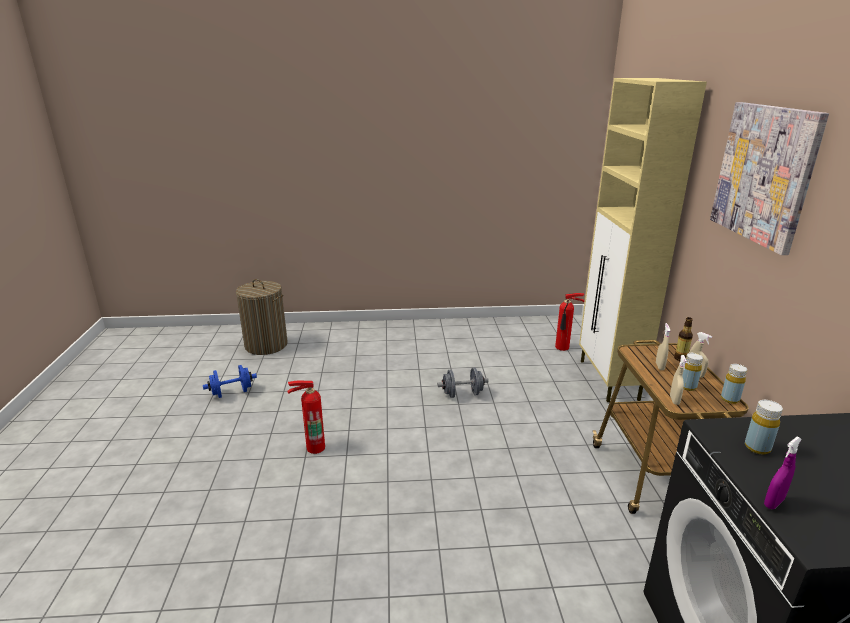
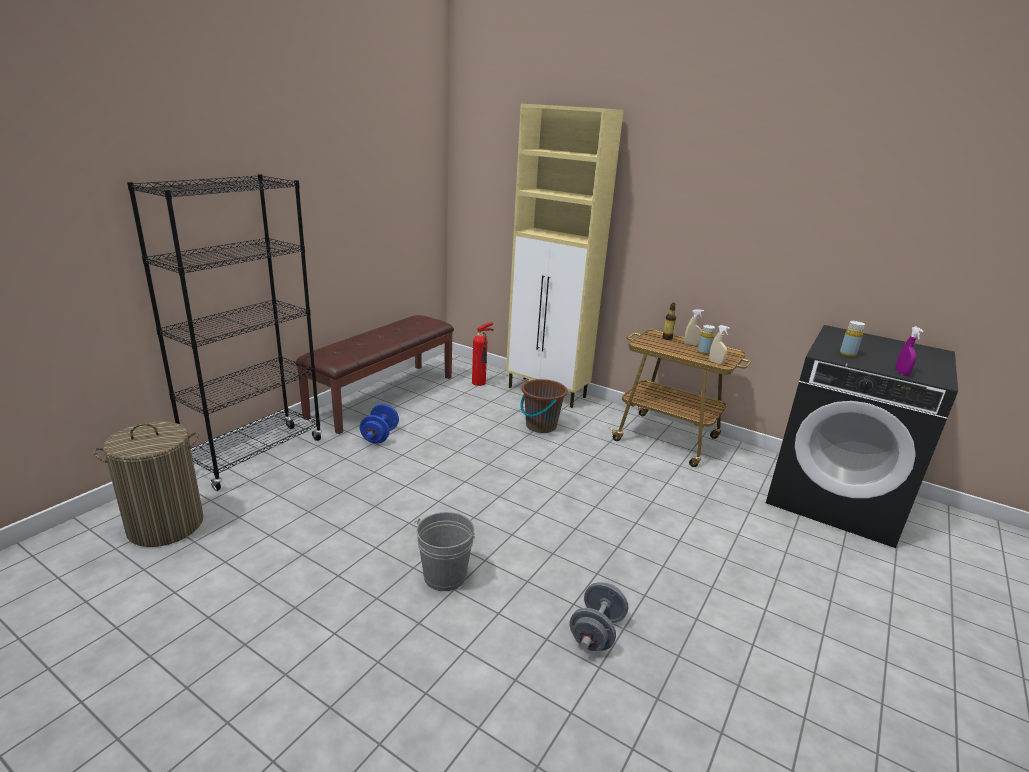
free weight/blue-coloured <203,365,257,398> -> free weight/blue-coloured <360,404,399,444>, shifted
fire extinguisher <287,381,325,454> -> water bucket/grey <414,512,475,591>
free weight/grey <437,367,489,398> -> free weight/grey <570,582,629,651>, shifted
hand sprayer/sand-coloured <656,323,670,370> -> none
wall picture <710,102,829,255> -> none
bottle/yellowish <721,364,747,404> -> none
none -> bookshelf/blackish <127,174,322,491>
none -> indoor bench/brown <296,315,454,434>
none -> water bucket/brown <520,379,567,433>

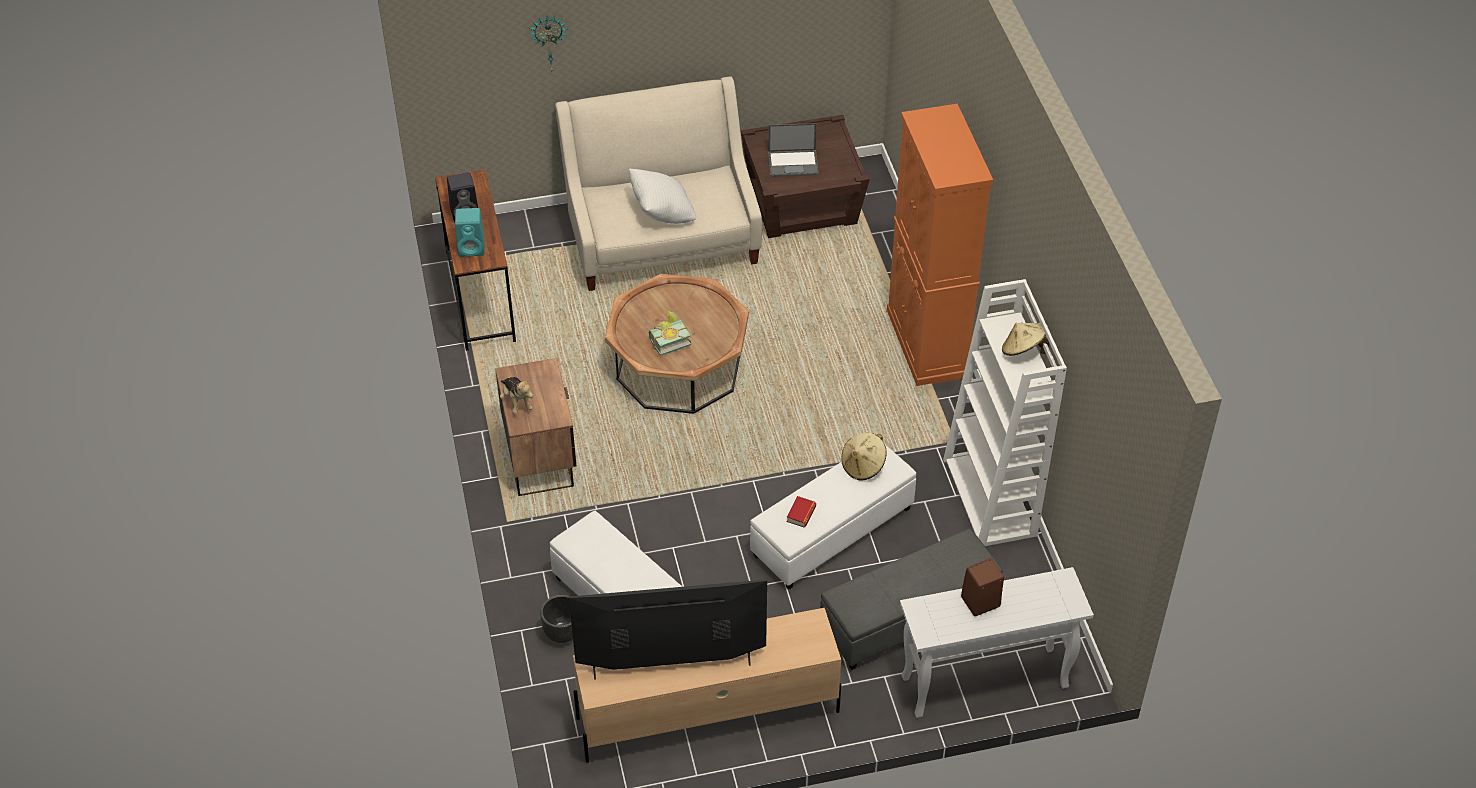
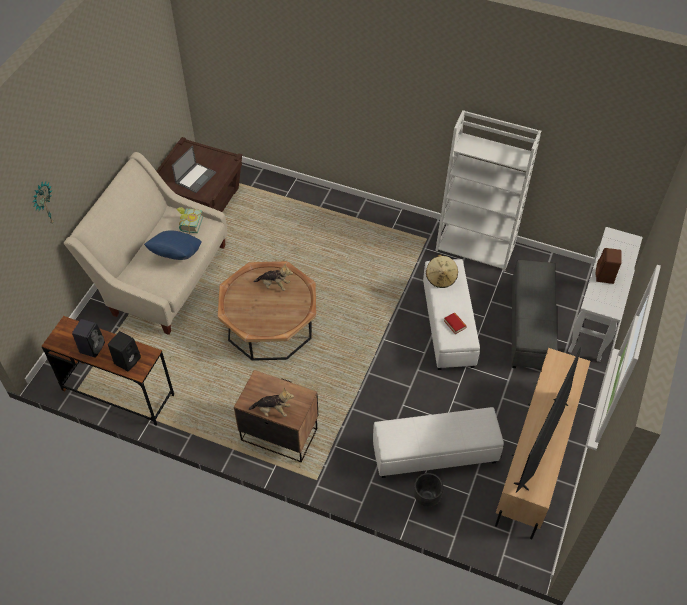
audio speaker/turquoise-coloured <455,208,485,257> -> audio speaker/blackish <108,331,141,371>
throw pillow/whitish <629,168,697,224> -> throw pillow/blue-coloured <144,230,202,260>
bound book <649,311,691,356> -> bound book <177,207,203,234>, shifted
cupboard/orangey <887,104,993,386> -> none
clothing hat/sand-coloured <1002,322,1050,356> -> none
none -> soft toy <254,264,293,291>

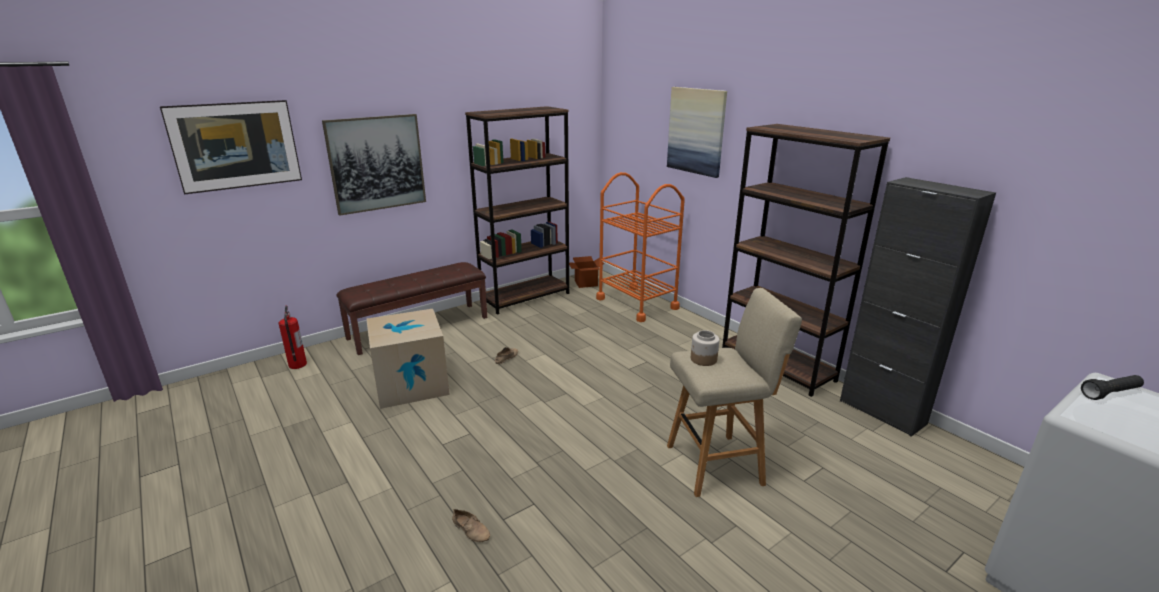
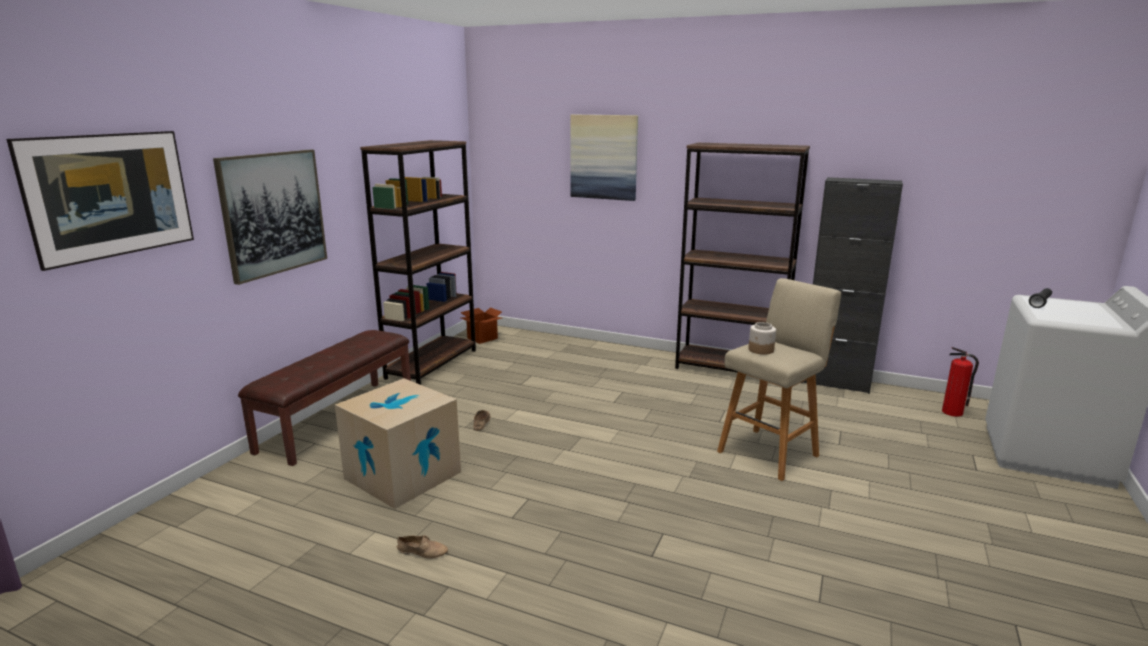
fire extinguisher <279,306,307,369> -> fire extinguisher <942,347,979,417>, shifted
item of footwear/sand-coloured <452,509,490,542> -> item of footwear/sand-coloured <396,535,448,559>, shifted
trolley/orangey <596,172,685,322> -> none

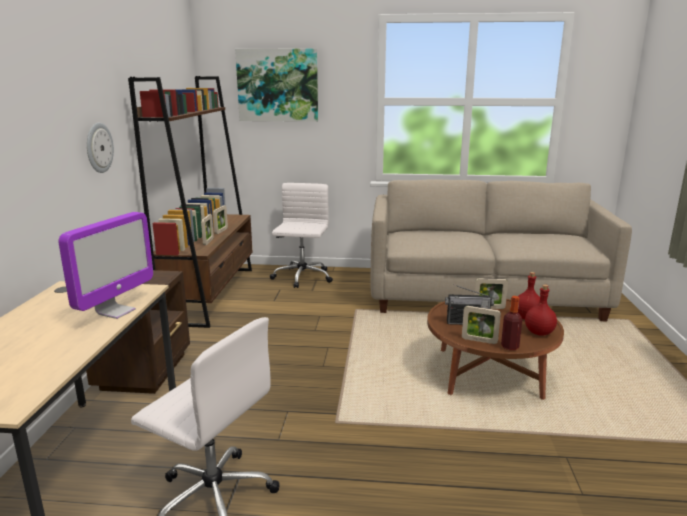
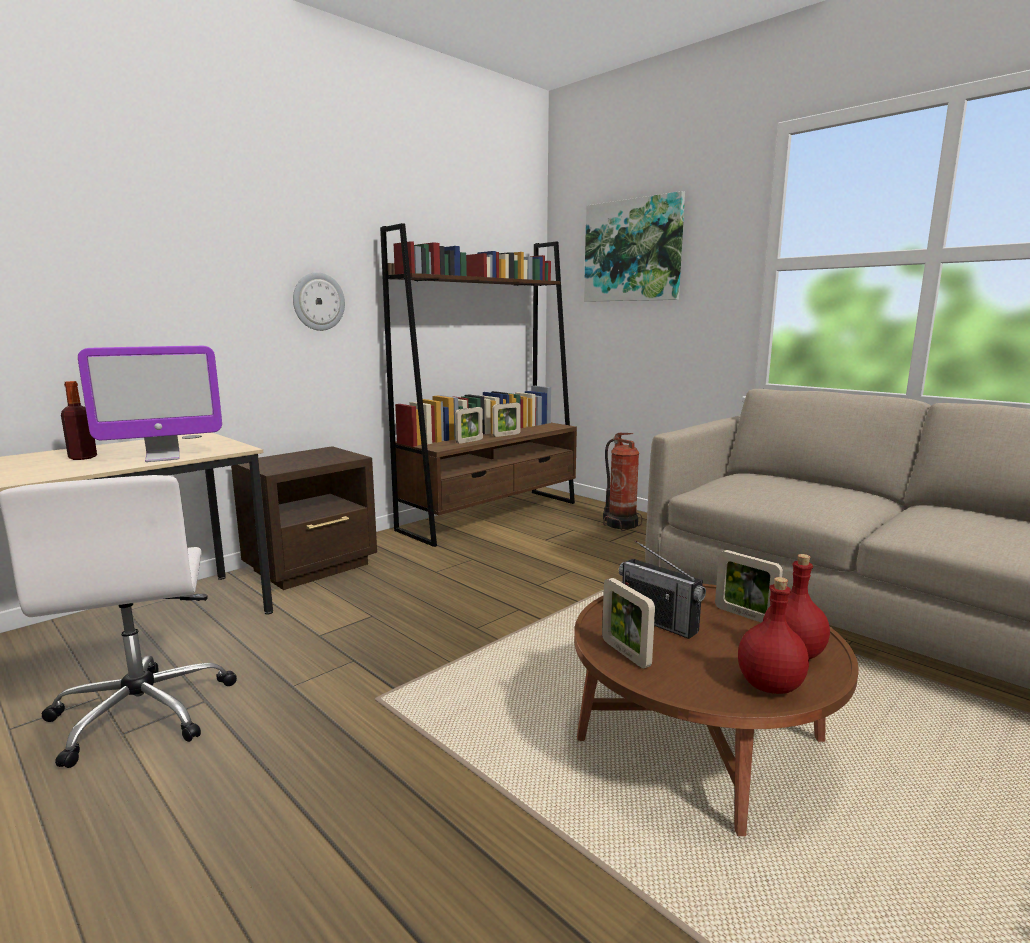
desk chair/whitish <270,183,333,288> -> fire extinguisher <603,433,642,531>
bottle <501,296,522,350> -> bottle <61,381,97,460>, shifted

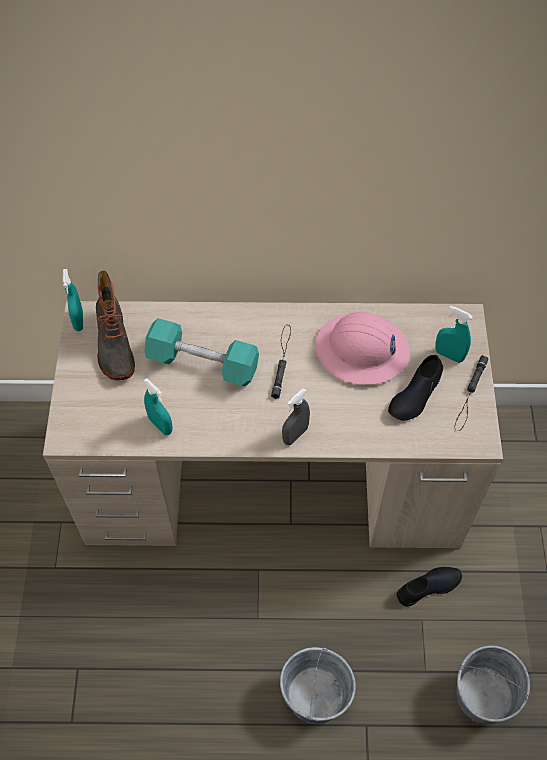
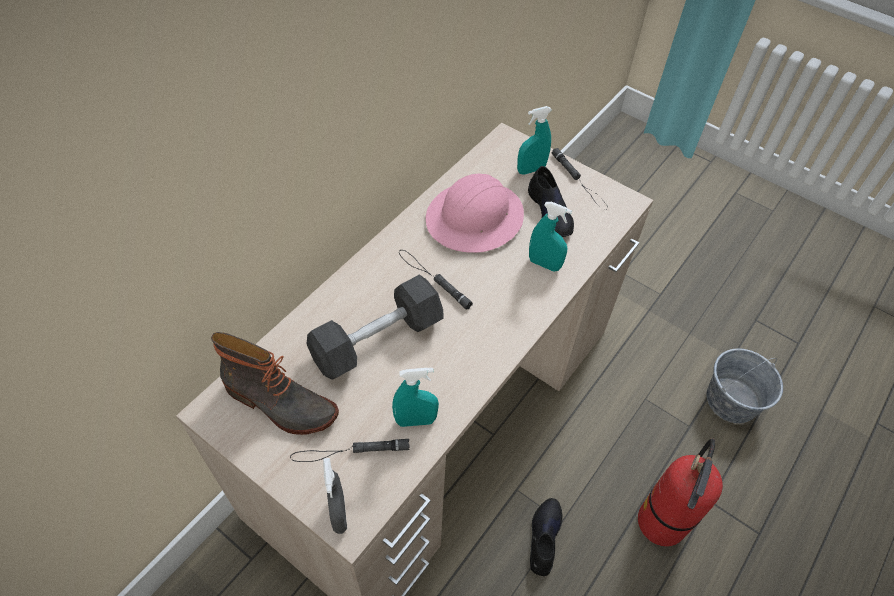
hand sprayer/turquoise-coloured <63,269,83,331> -> hand sprayer/turquoise-coloured <529,202,572,272>, shifted
free weight/turquoise-coloured <144,318,259,386> -> free weight/grey <306,274,444,380>
water bucket/grey <280,647,356,724> -> fire extinguisher <638,438,723,547>
hand sprayer/grey <282,388,310,445> -> hand sprayer/grey <323,458,347,534>, shifted
item of footwear/blackish <397,567,462,606> -> item of footwear/blackish <530,498,563,576>, shifted
none -> hand torch/blackish <290,439,410,462>

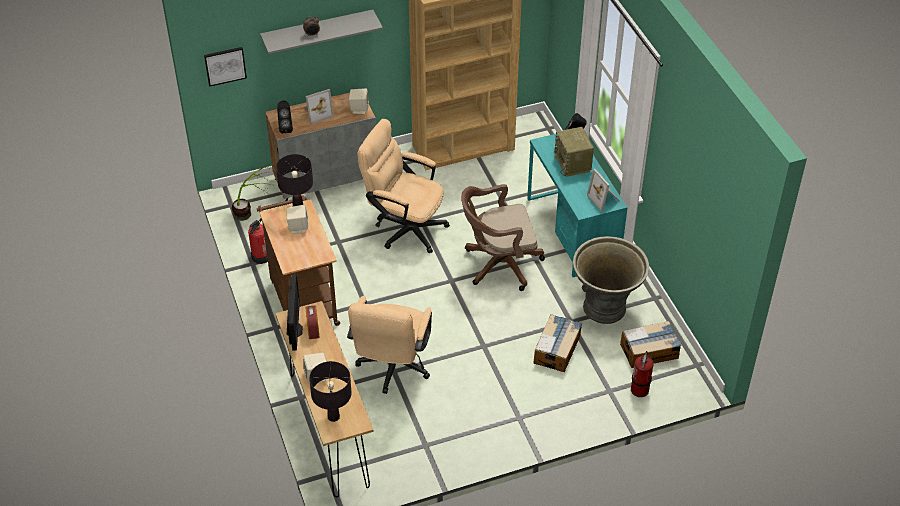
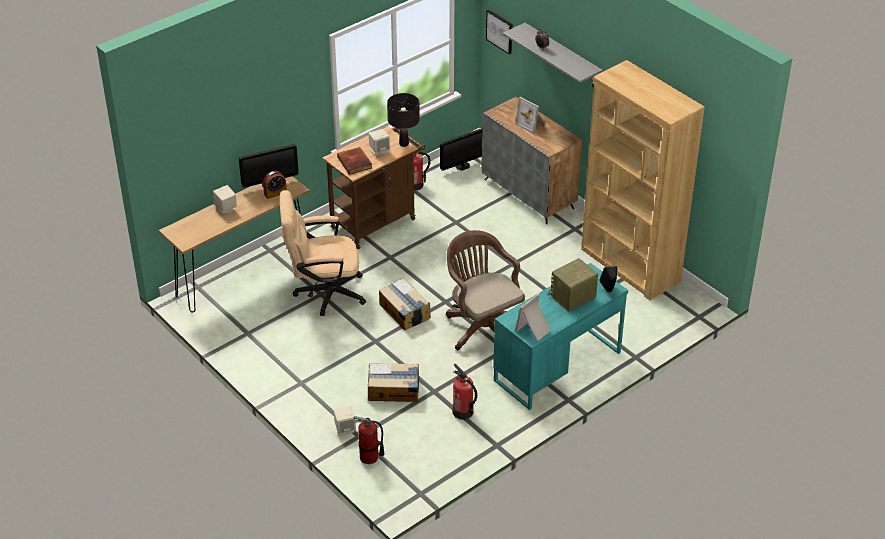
houseplant <232,164,275,221> -> computer screen <440,128,483,171>
audio speaker/blackish <277,101,293,133> -> none
tabletop lamp/blackish <309,361,352,422> -> none
audio speaker/sand-coloured <349,88,369,114> -> audio speaker/sand-coloured <334,406,356,436>, shifted
desk chair/sand-coloured <358,119,450,253> -> none
flower pot/grey <573,236,649,324> -> fire extinguisher <453,364,477,419>
carton <620,321,681,368> -> carton <379,278,431,330>, shifted
none -> bound book <337,147,372,175>

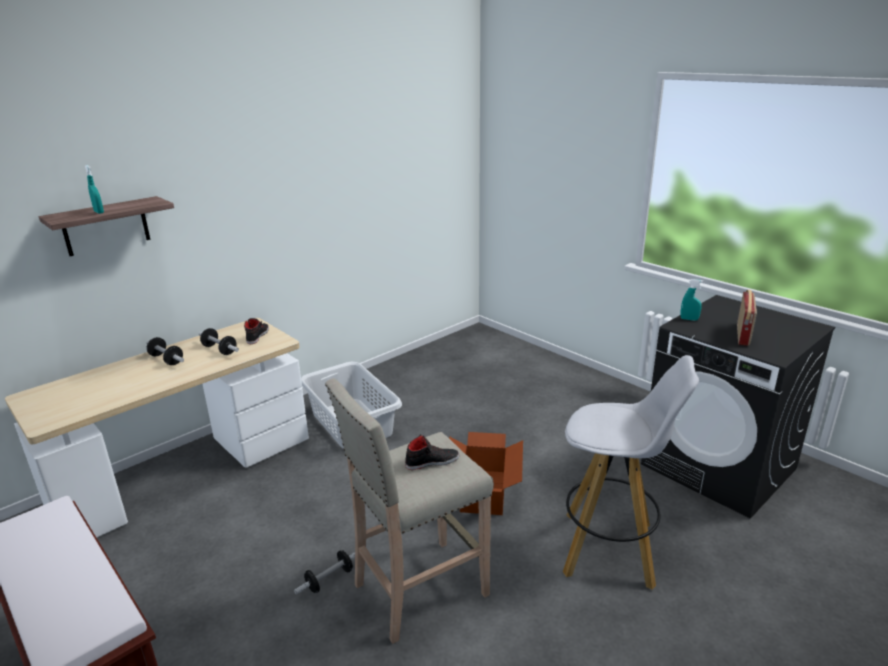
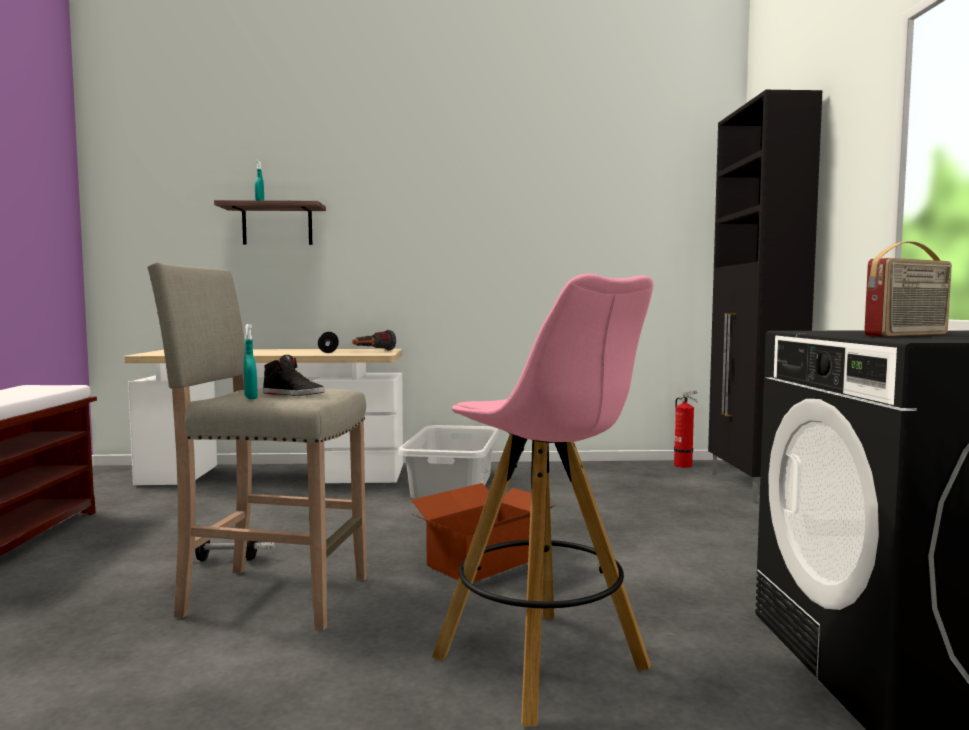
free weight <146,337,184,365> -> none
item of footwear/blackish <244,318,269,344> -> hand torch <352,330,396,351>
stool/whitish <563,355,699,590> -> stool/pink <432,273,653,727>
hand sprayer/turquoise-coloured <681,279,703,321> -> hand sprayer/turquoise-coloured <244,324,257,399>, shifted
none -> fire extinguisher <674,391,698,468>
none -> cupboard/blackish <708,90,822,503>

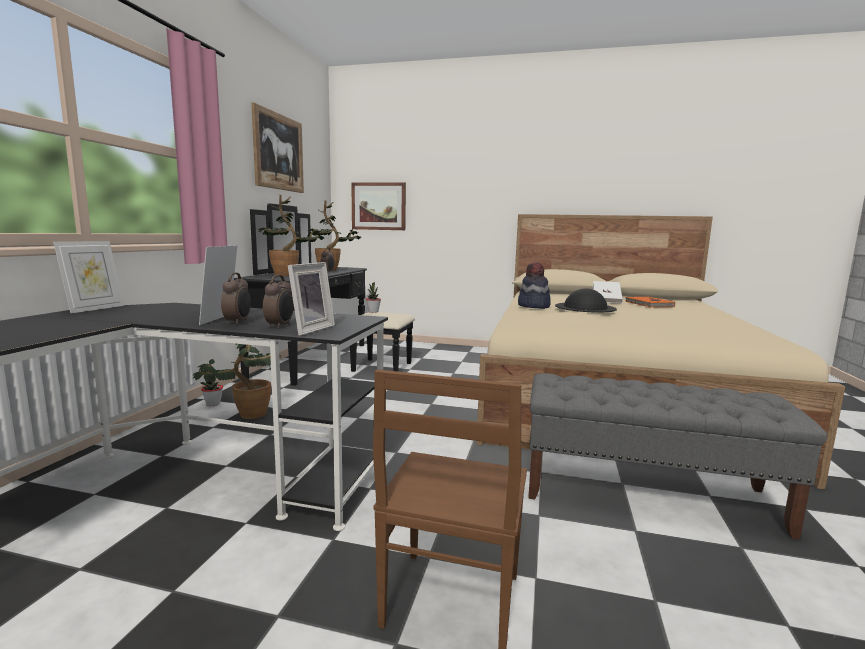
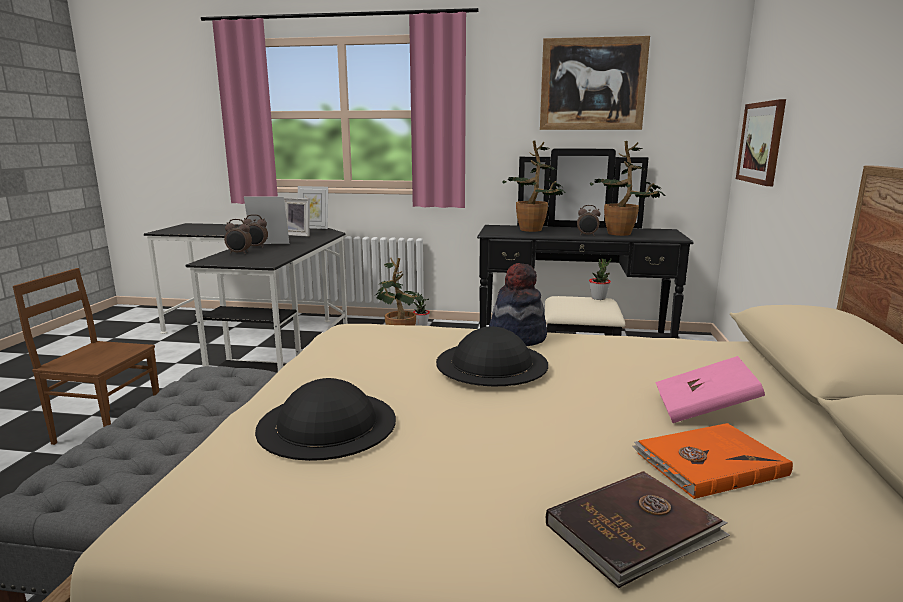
standing frame <288,262,335,336> -> standing frame <284,198,310,237>, shifted
bound book/whitish <593,281,623,303> -> bound book/pink <655,356,765,423>
none -> clothing hat/blackish <255,378,396,461>
none -> bound book/brown <546,471,730,588>

